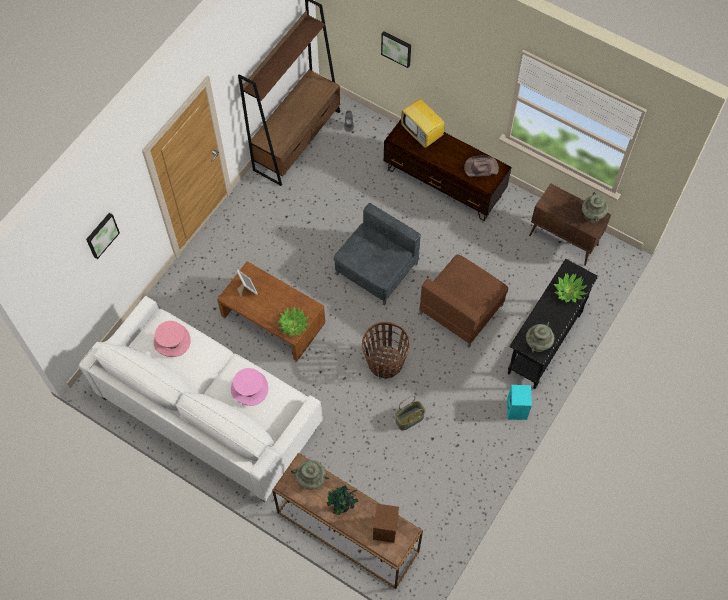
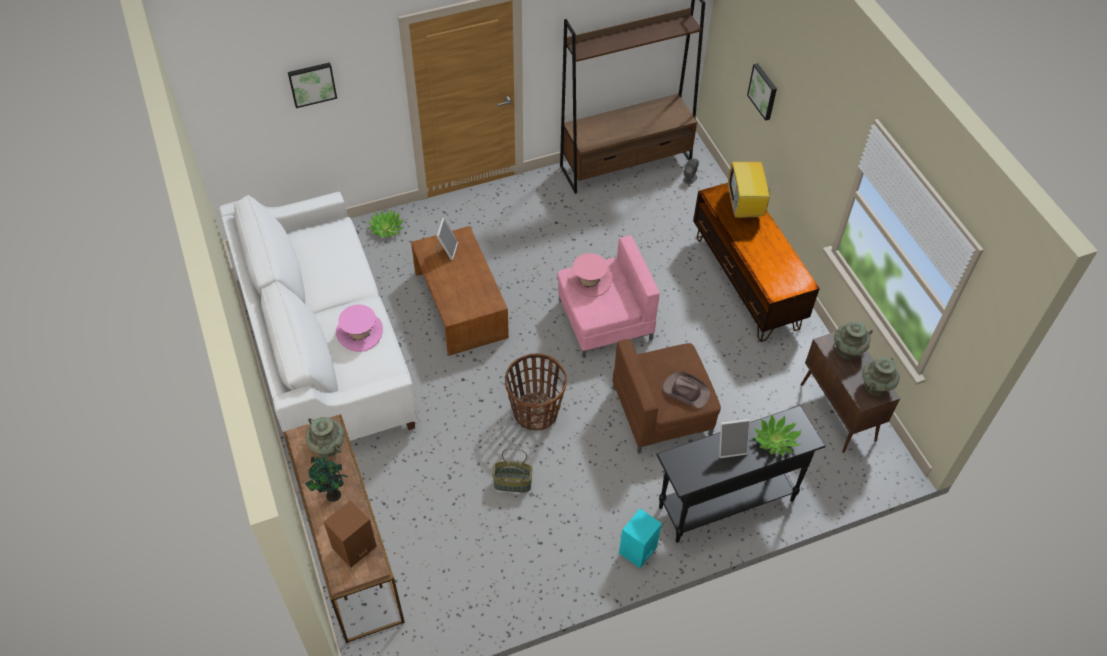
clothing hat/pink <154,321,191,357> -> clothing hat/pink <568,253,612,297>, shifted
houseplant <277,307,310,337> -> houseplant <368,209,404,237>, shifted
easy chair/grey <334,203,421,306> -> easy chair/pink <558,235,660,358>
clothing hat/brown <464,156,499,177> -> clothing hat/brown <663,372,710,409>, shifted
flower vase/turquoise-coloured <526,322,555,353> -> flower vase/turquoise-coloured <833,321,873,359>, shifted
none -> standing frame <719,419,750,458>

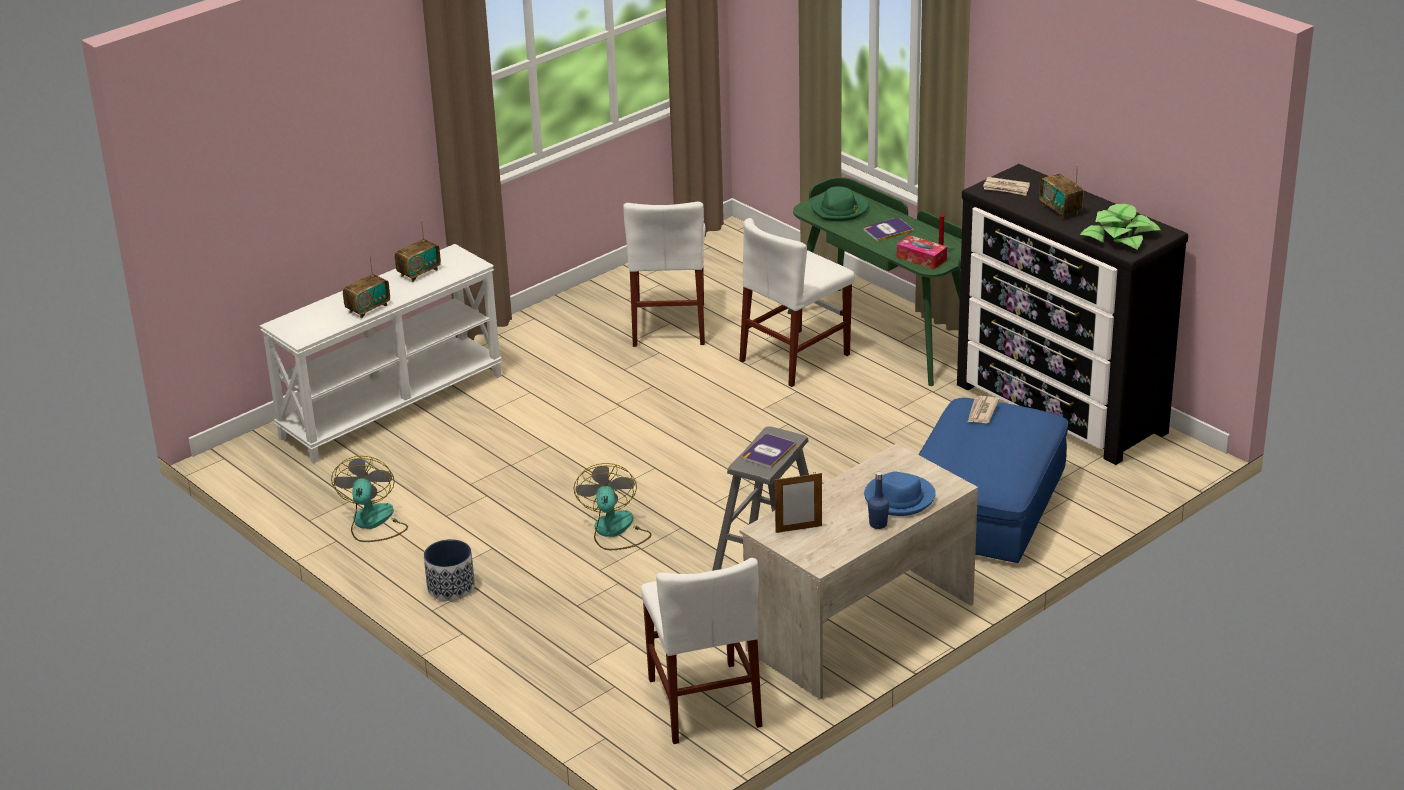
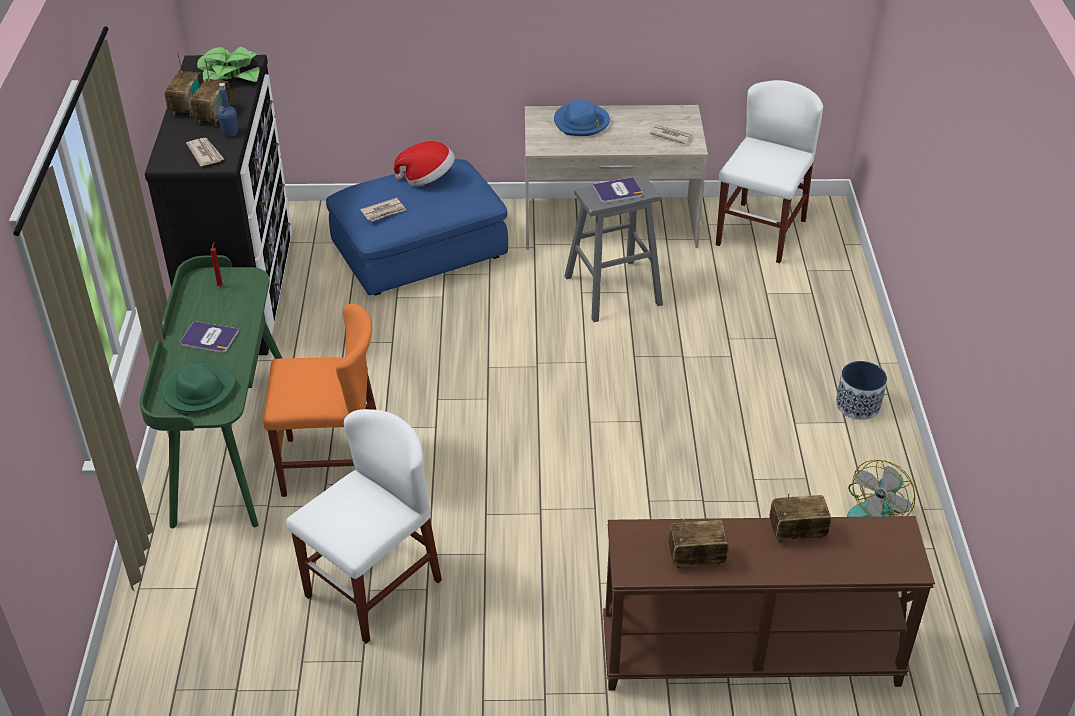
hall table/whitish <260,244,502,463> -> hall table/brown <603,516,935,691>
cooling fan <574,463,652,550> -> none
plain chair/whitish <739,218,855,387> -> plain chair/orangey <263,304,376,497>
standing frame <775,473,822,533> -> newspaper <649,125,693,144>
bottle/blue-coloured <868,472,889,529> -> bottle/blue-coloured <217,83,238,137>, shifted
tissue holder <896,235,947,269> -> none
none -> radio <165,51,203,117>
none -> clothing hat <394,141,455,186>

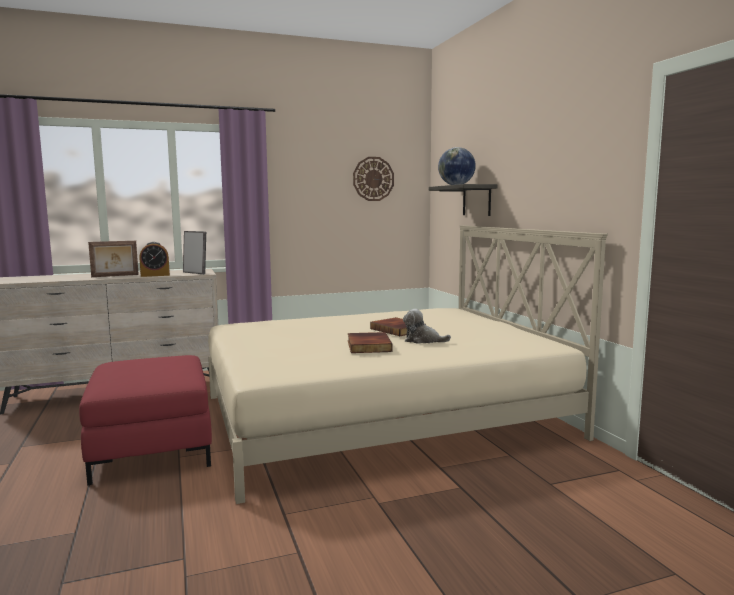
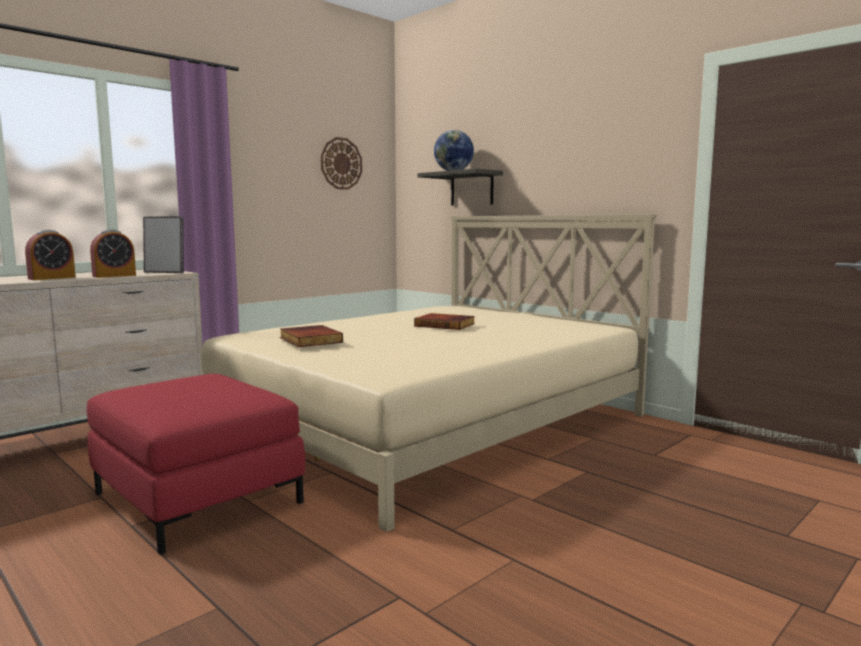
standing frame <88,241,139,277> -> table clock <25,230,76,280>
bound book <348,332,393,353> -> bound book <280,325,343,347>, shifted
soft toy <403,309,451,344> -> none

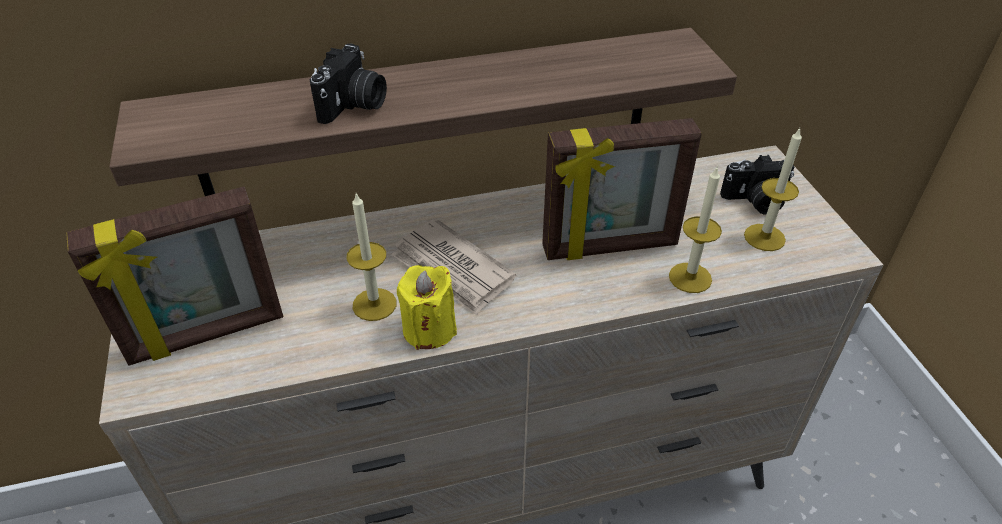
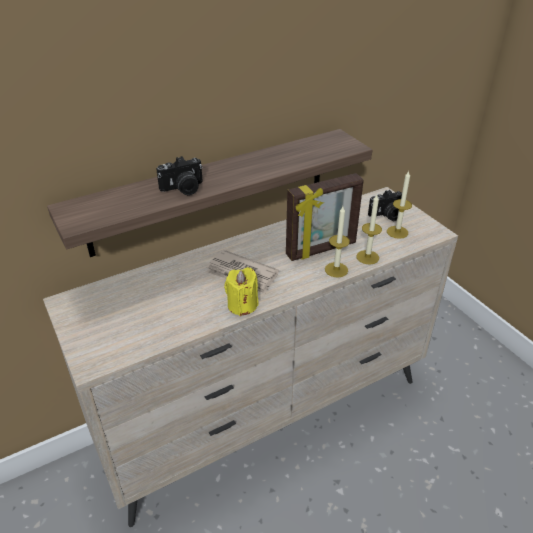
standing frame <66,187,283,366> -> none
still camera <310,43,387,124> -> still camera <156,156,203,195>, 60 degrees clockwise
wax light <347,194,396,321> -> wax light <325,206,350,277>, shifted

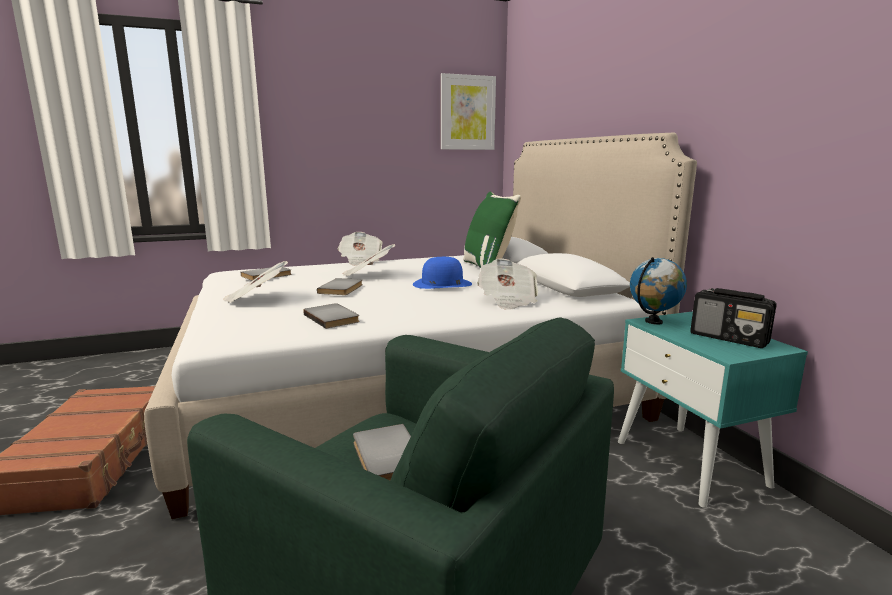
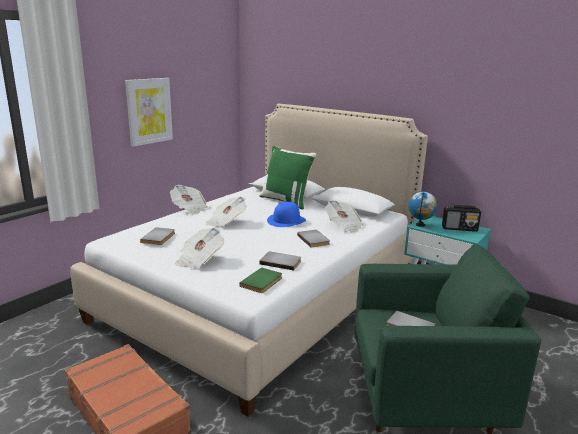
bound book/grey <317,278,363,295> -> bound book/grey <297,230,330,247>, shifted
wall picture <441,73,496,150> -> wall picture <125,78,173,147>, shifted
none -> bound book/greenish <239,268,282,293>

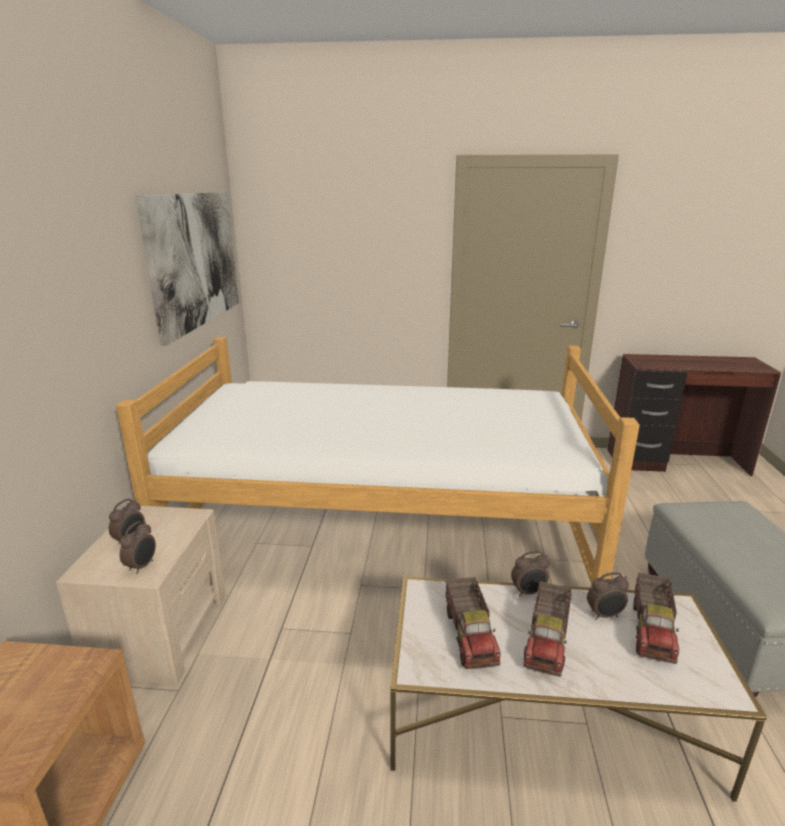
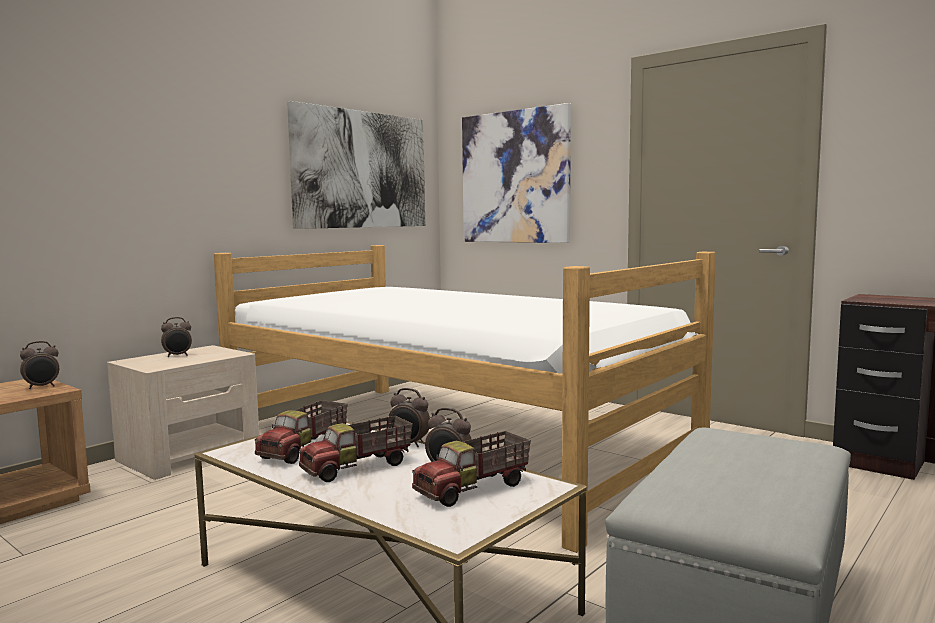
table clock <120,521,156,574> -> table clock <20,341,59,389>, shifted
none -> wall picture <462,103,571,243>

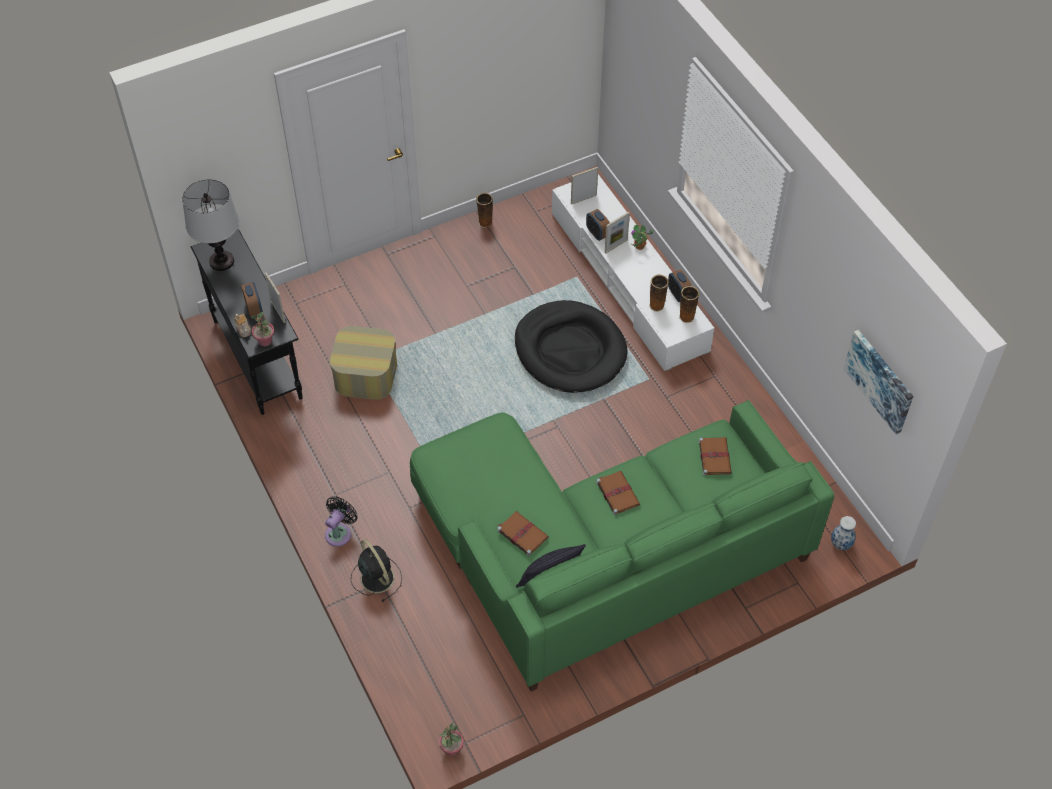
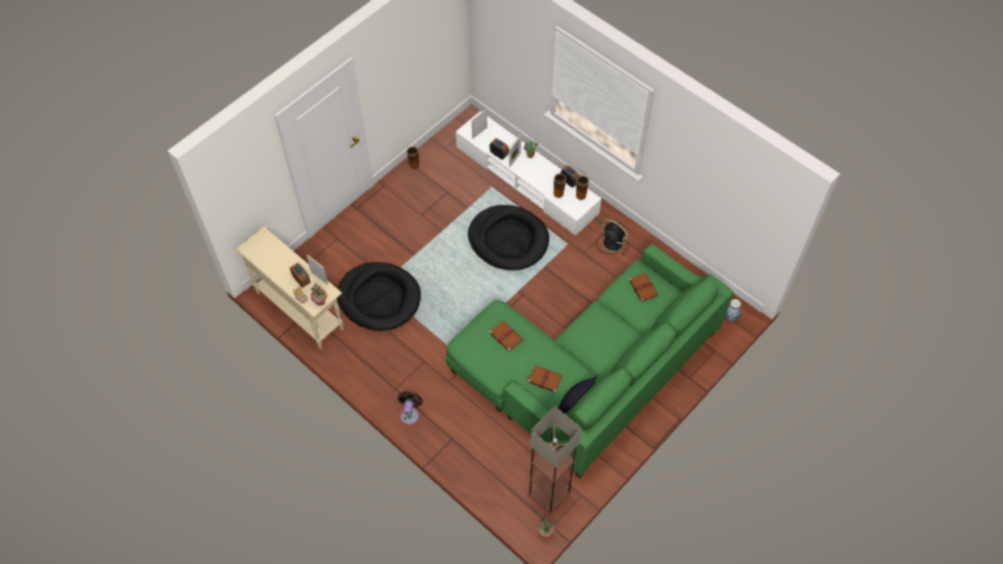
tabletop lamp <182,179,239,271> -> none
hall table/blackish <191,229,303,415> -> hall table/sand-coloured <236,226,343,349>
footrest <330,326,397,400> -> pet bed/blackish <337,262,421,331>
cooling fan/blackish <351,539,402,602> -> cooling fan/blackish <596,219,629,255>, shifted
bound book/brown <596,471,640,515> -> bound book/brown <489,321,523,352>, shifted
wall picture <844,330,913,435> -> none
none -> standing lamp <528,406,582,514>

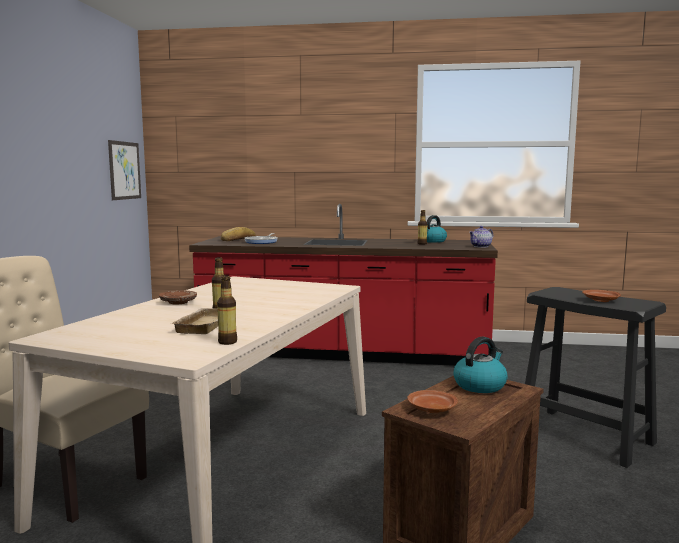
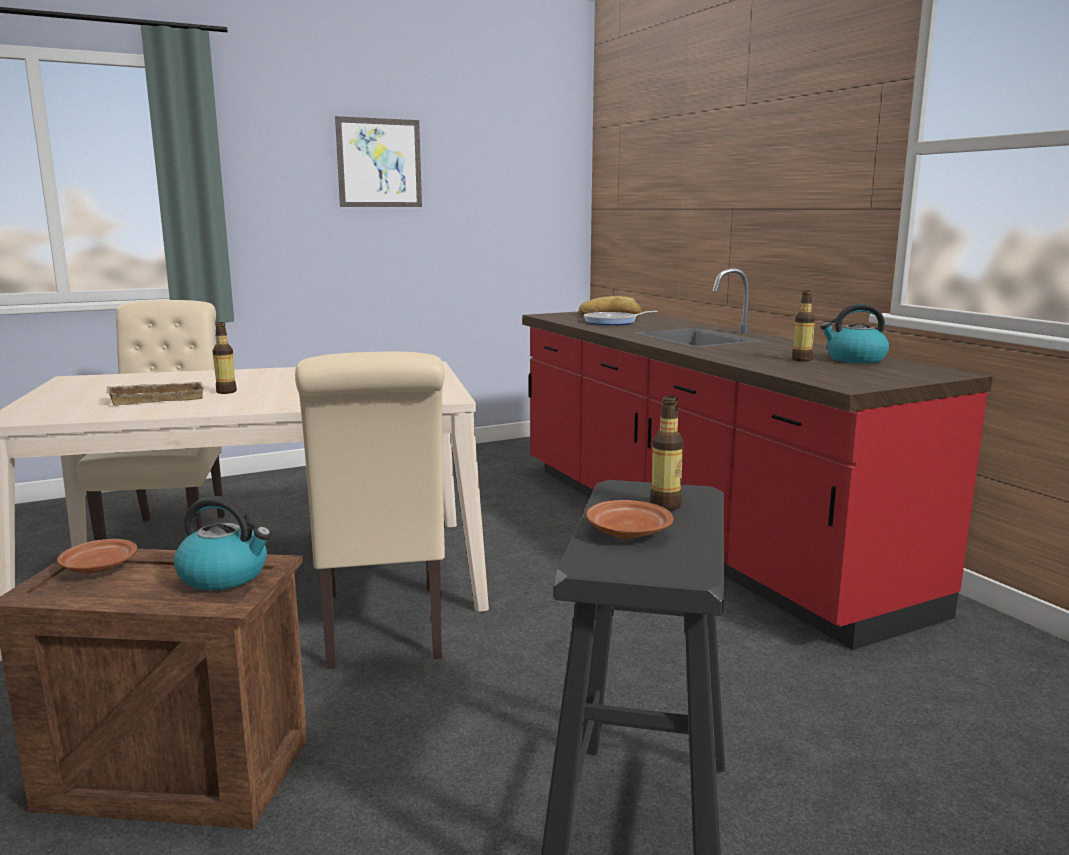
wall picture <108,140,141,200> -> wall picture <335,116,422,207>, shifted
plate/brown <159,290,197,304> -> none
bottle <217,275,237,345> -> bottle <650,396,684,511>, shifted
tea pot <469,226,493,248> -> none
none -> plain chair/sand-coloured <295,352,445,669>

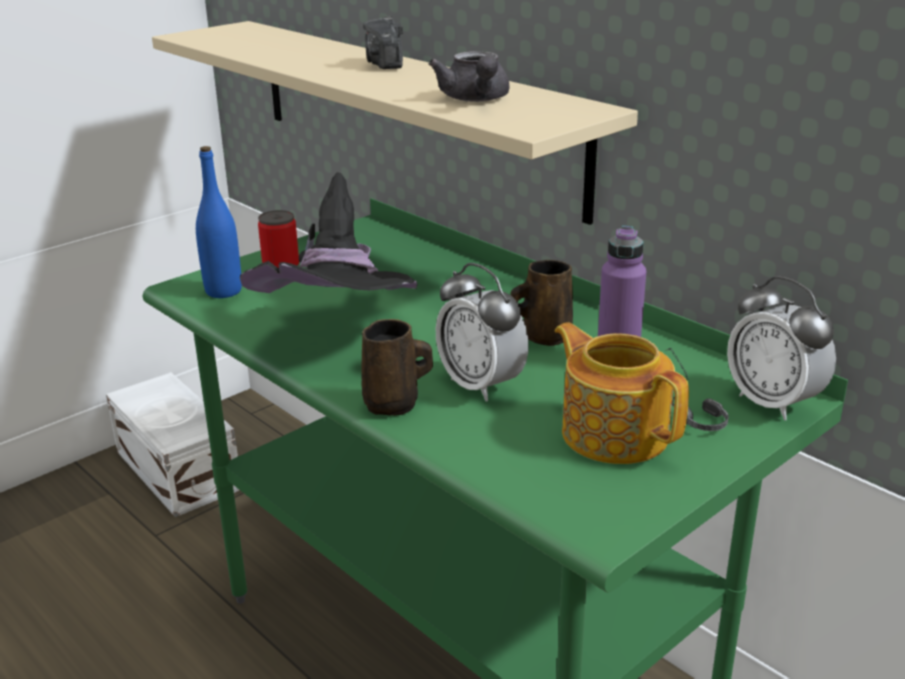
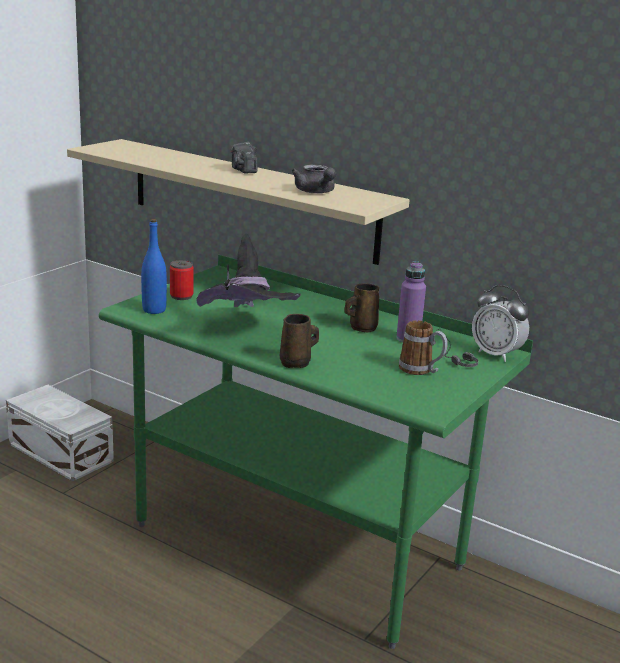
table clock <436,263,528,402> -> none
tea pot <555,322,689,464> -> mug <399,320,448,375>

